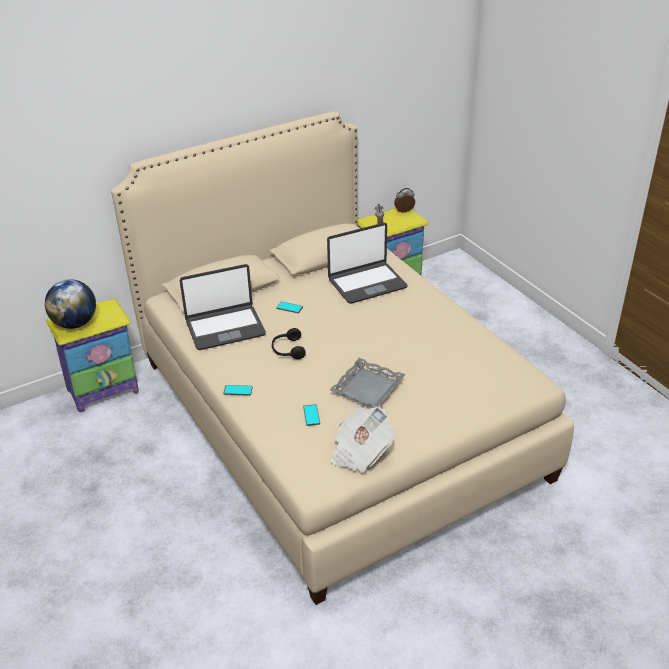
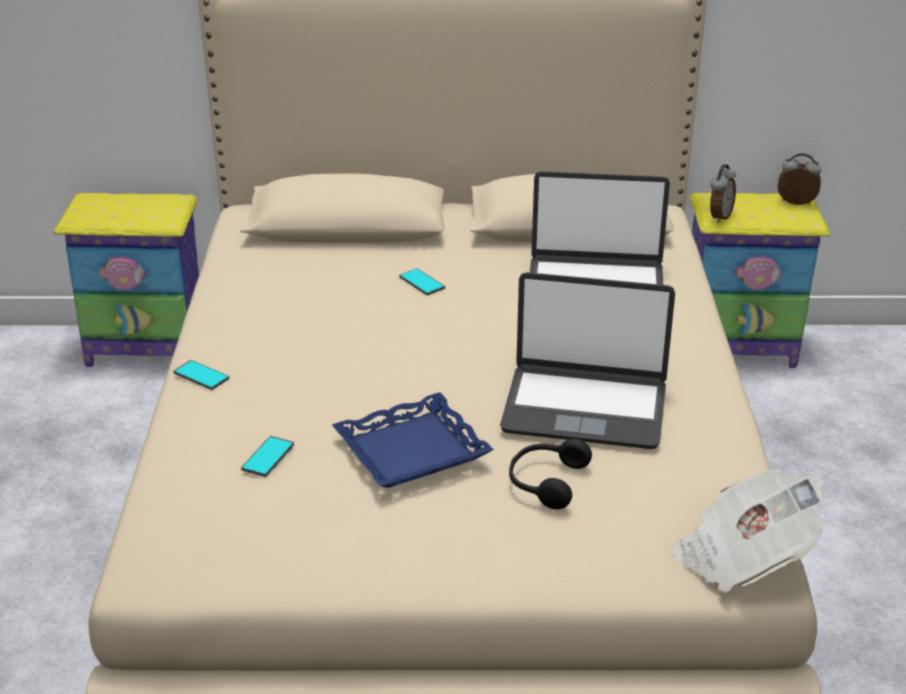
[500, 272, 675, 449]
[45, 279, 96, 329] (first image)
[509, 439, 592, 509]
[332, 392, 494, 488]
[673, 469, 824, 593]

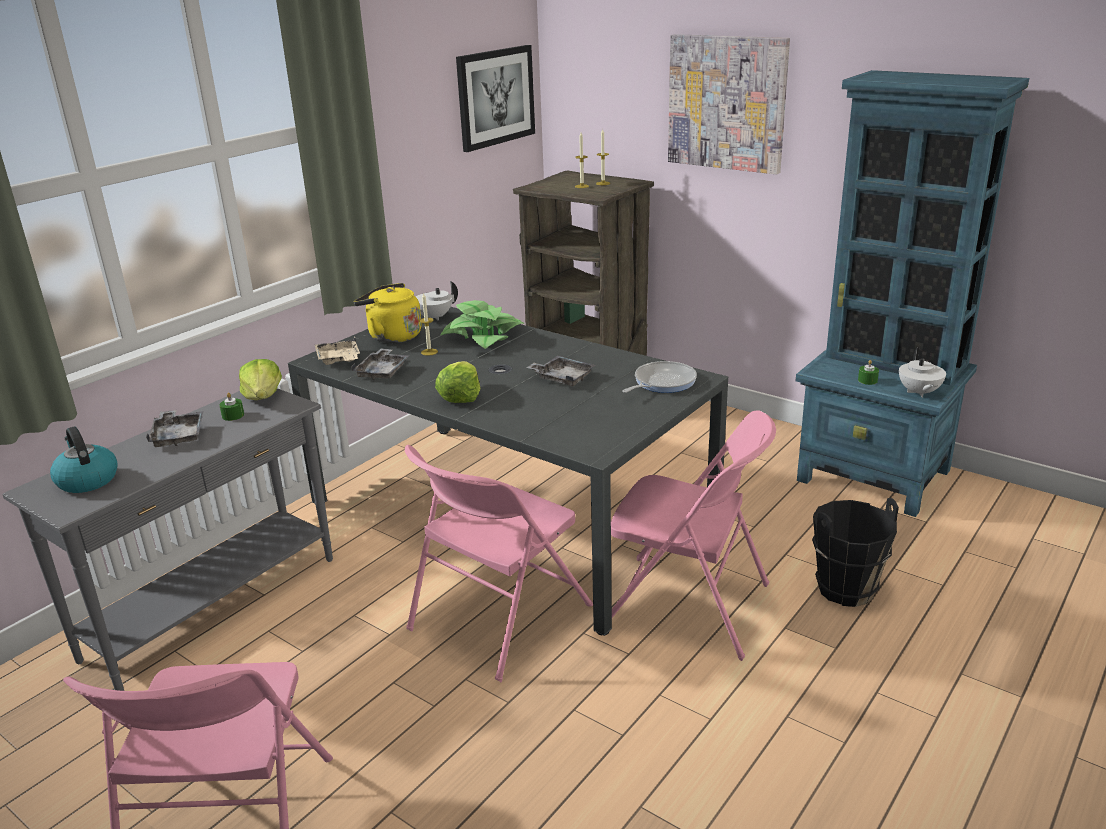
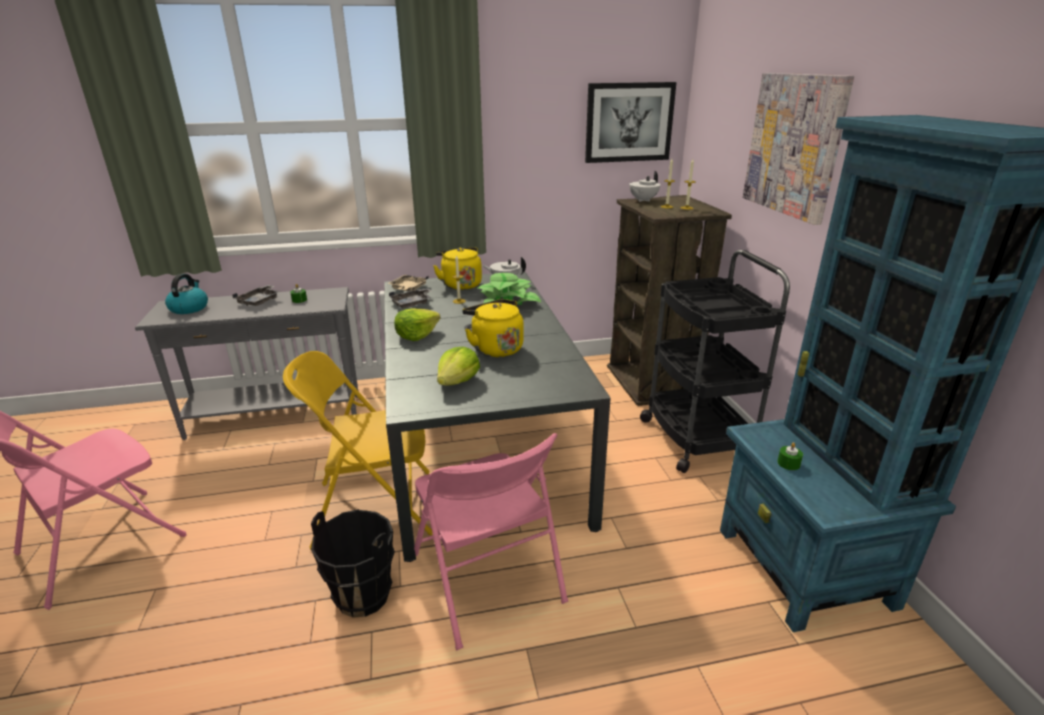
[629, 171, 660, 202]
[462, 299, 524, 357]
[437, 347, 480, 386]
[622, 361, 697, 393] (first image)
[283, 351, 433, 550]
[311, 509, 395, 617]
[640, 250, 790, 473]

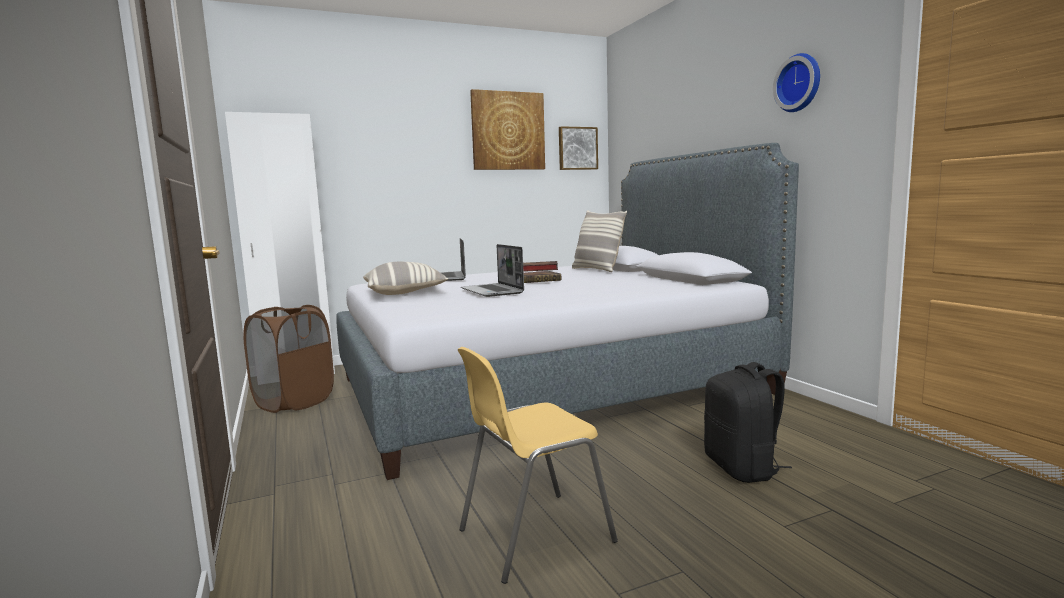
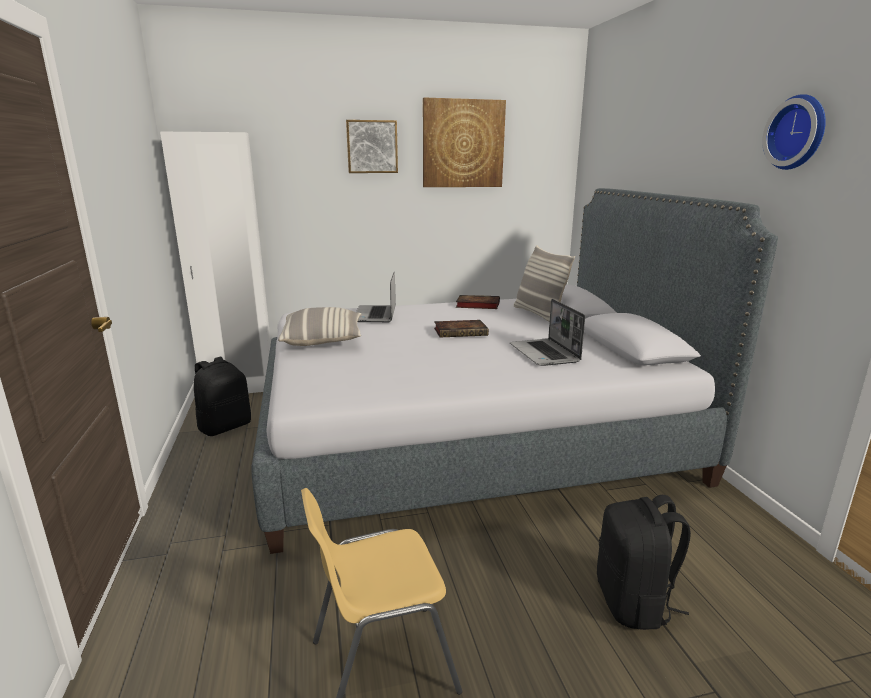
[346, 120, 398, 173]
[510, 299, 585, 366]
[194, 357, 251, 436]

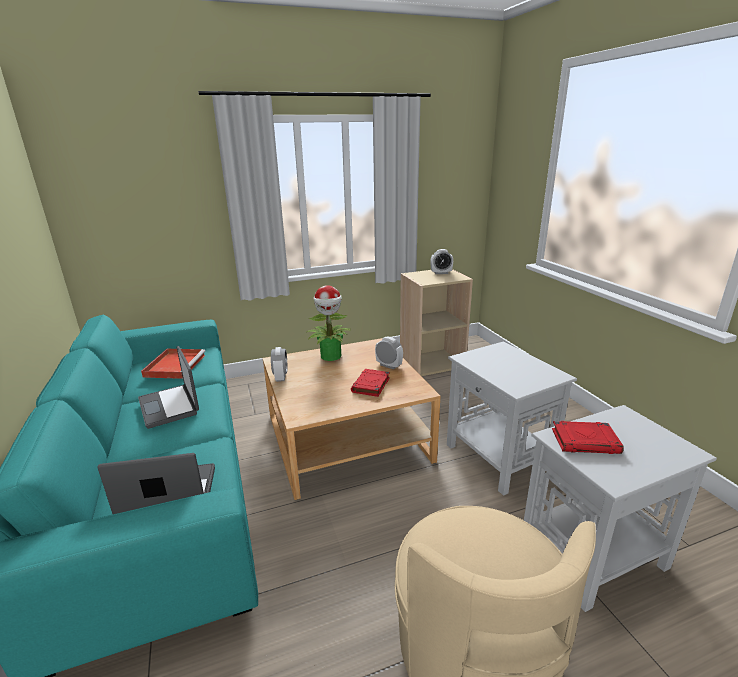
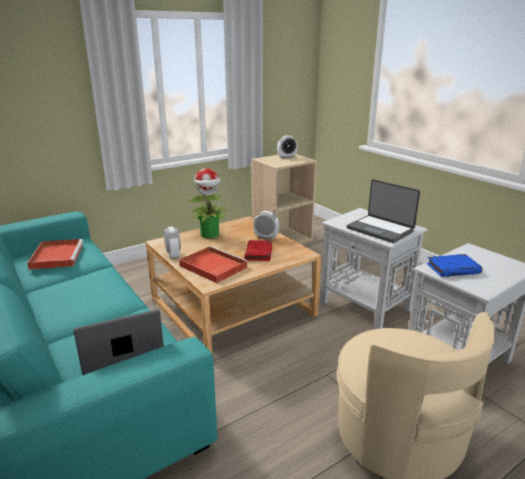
[347, 179, 420, 243]
[427, 254, 482, 277]
[179, 246, 248, 283]

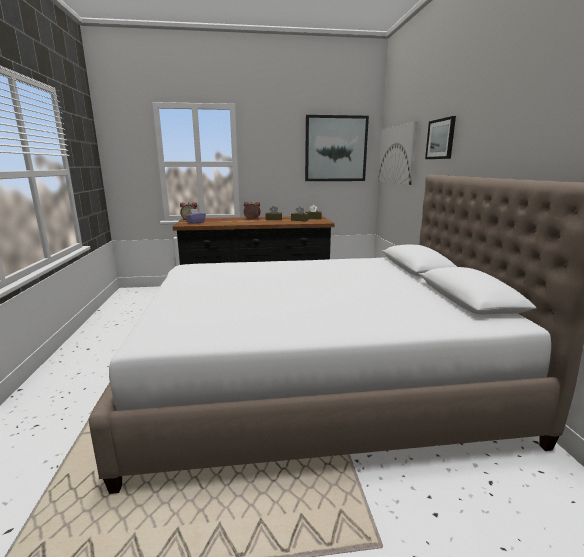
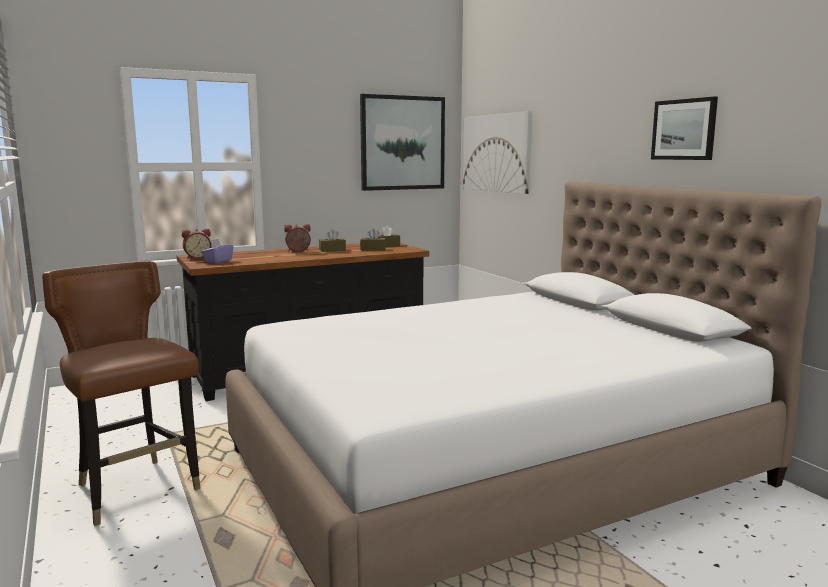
[651, 97, 718, 160]
[42, 261, 201, 526]

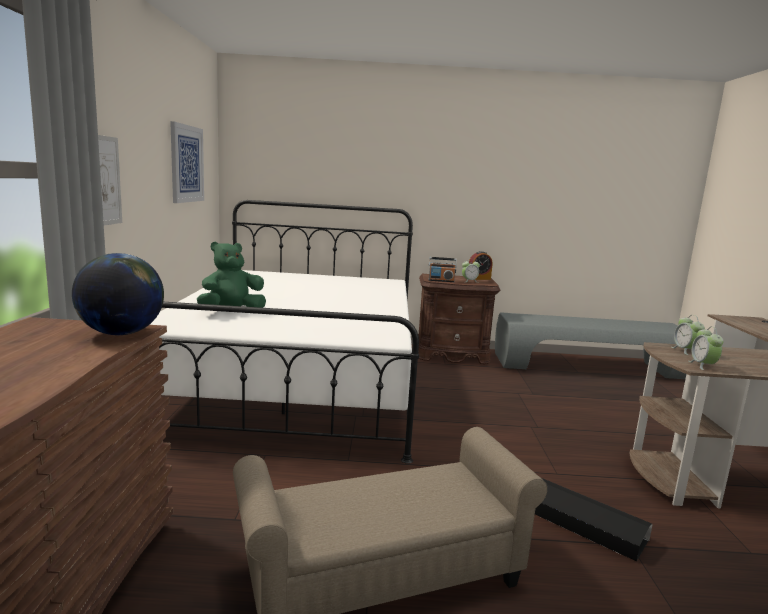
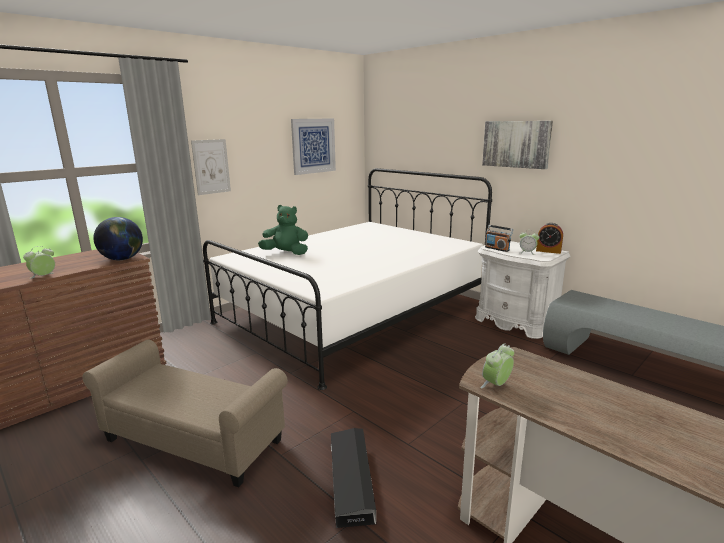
[475, 241, 571, 339]
[23, 246, 55, 279]
[482, 121, 553, 169]

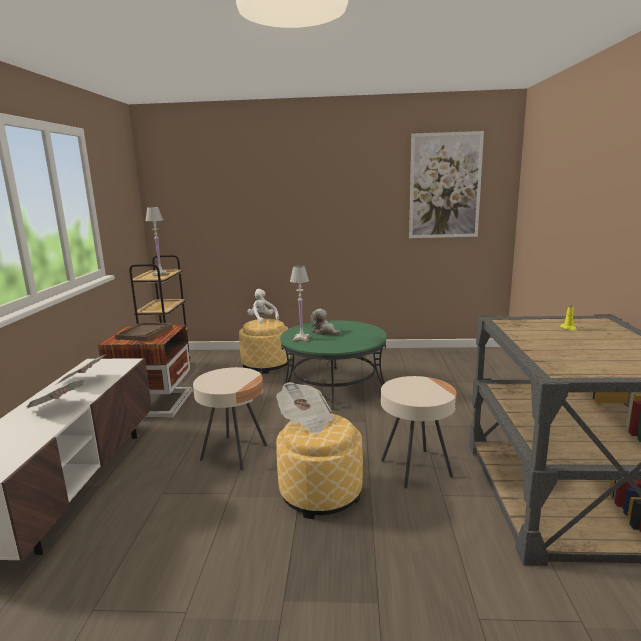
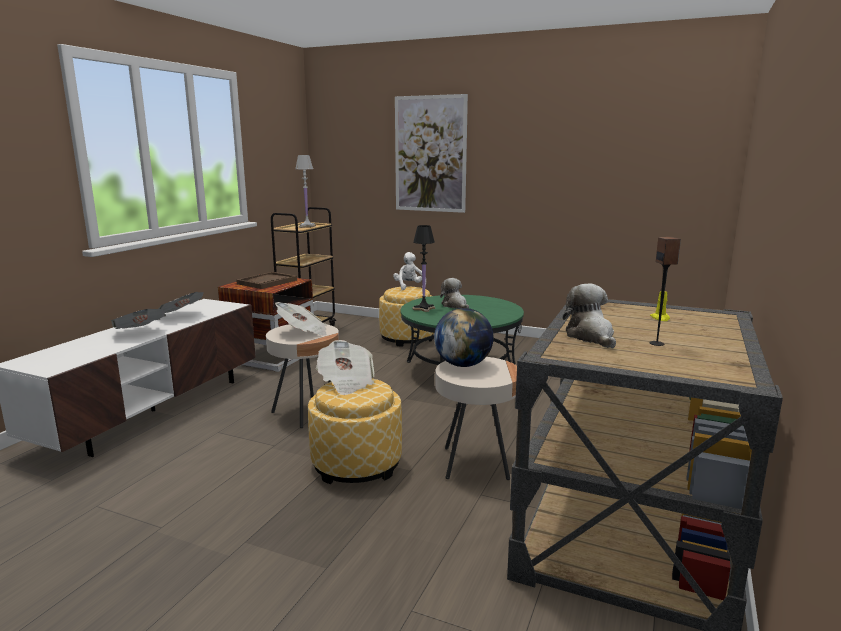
[395, 94, 468, 213]
[413, 225, 435, 312]
[650, 237, 681, 346]
[563, 284, 616, 349]
[275, 302, 327, 336]
[434, 308, 494, 367]

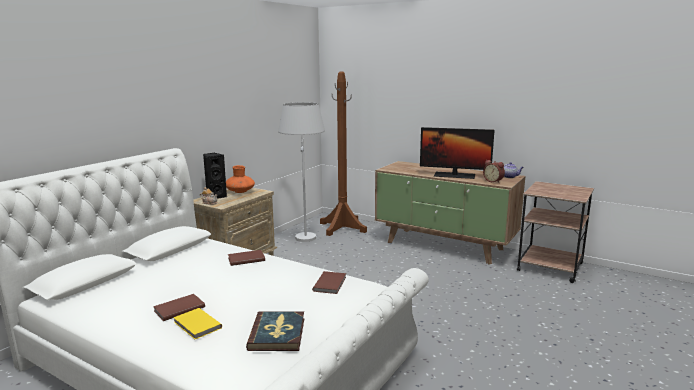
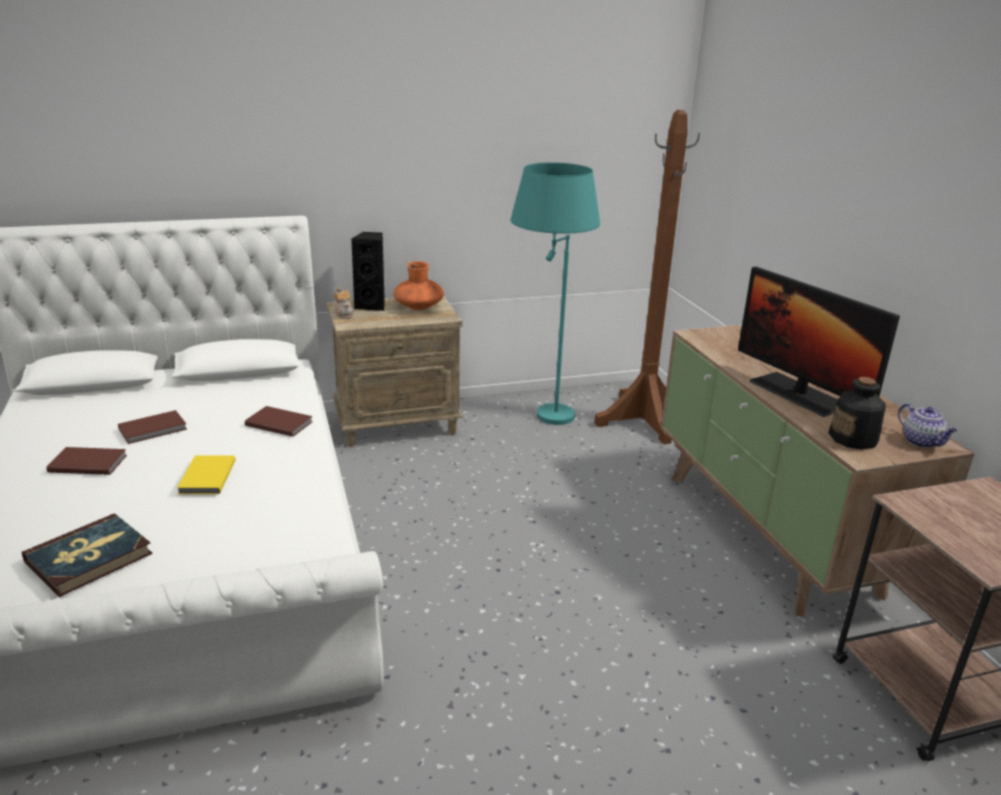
[511, 163, 600, 425]
[828, 377, 886, 450]
[118, 410, 187, 444]
[177, 455, 236, 494]

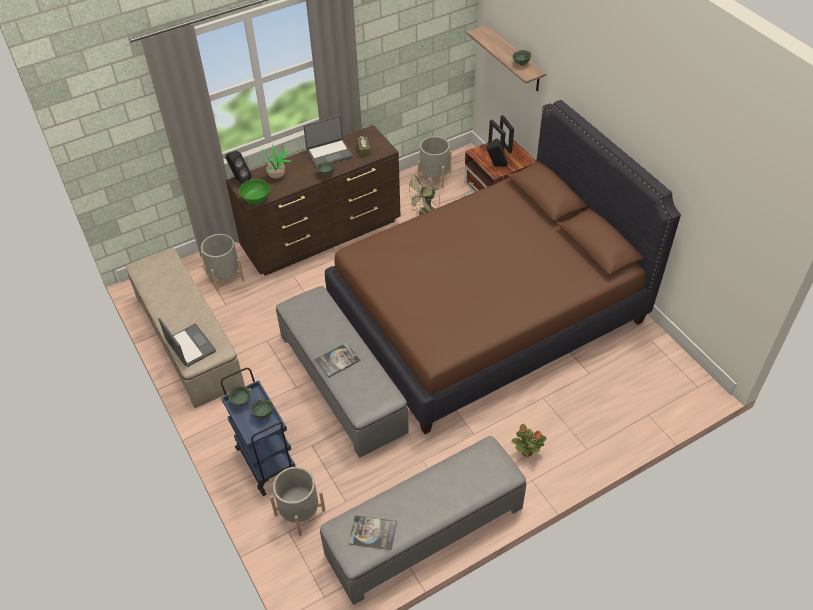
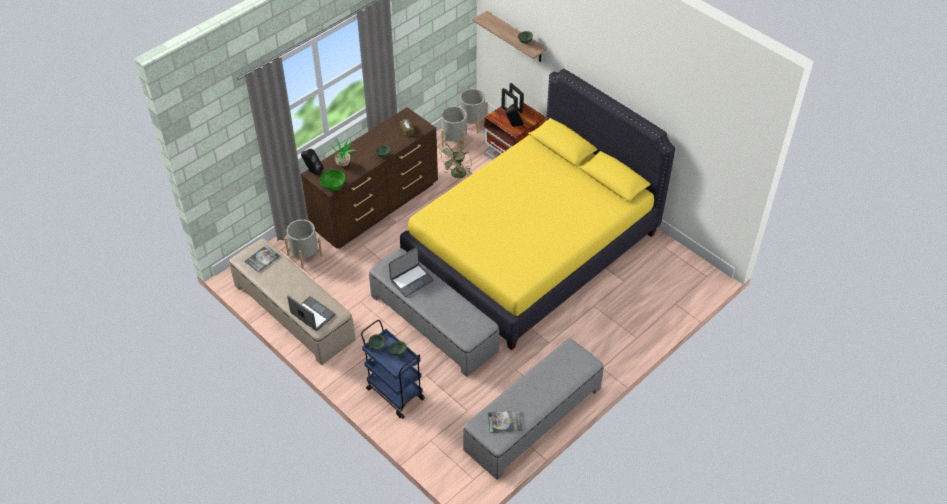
[400, 69, 676, 350]
[389, 247, 434, 297]
[245, 245, 280, 272]
[511, 424, 547, 457] (first image)
[460, 89, 488, 133]

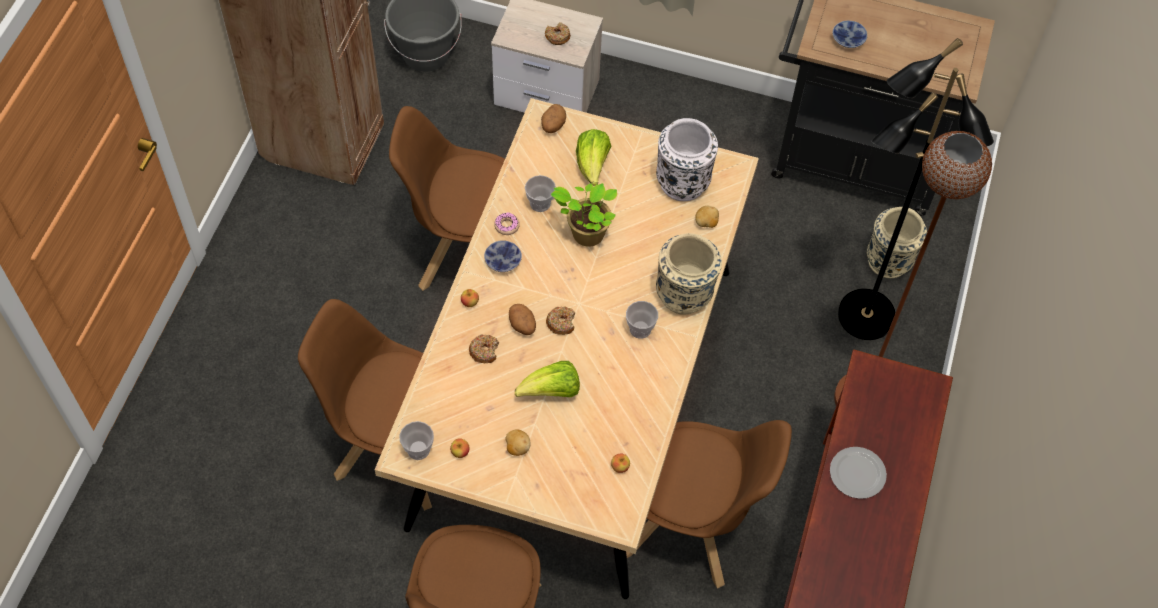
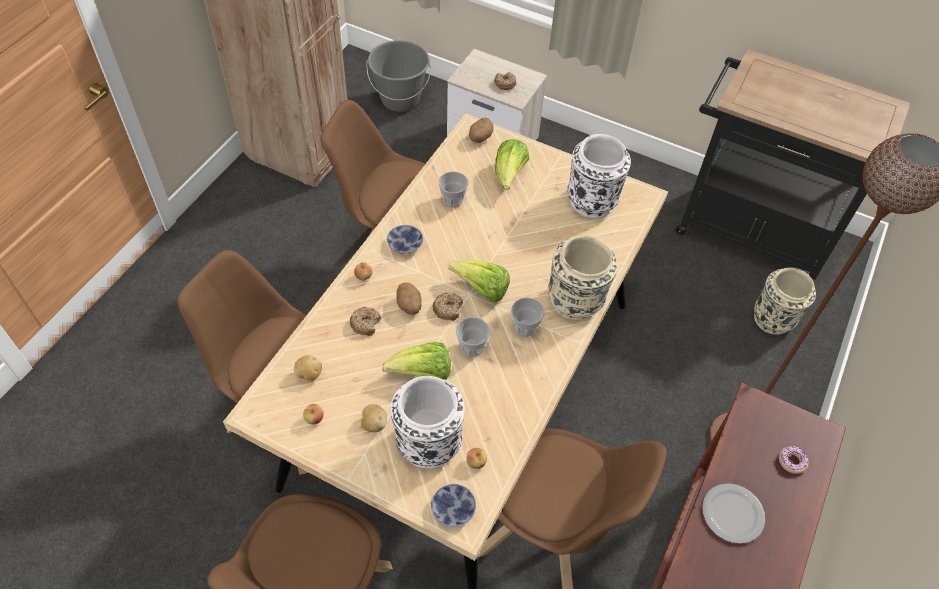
[431, 484, 476, 527]
[838, 38, 994, 340] (first image)
[551, 183, 617, 247] (first image)
[294, 355, 322, 381]
[779, 446, 809, 474]
[456, 317, 490, 357]
[448, 260, 510, 303]
[391, 376, 465, 469]

